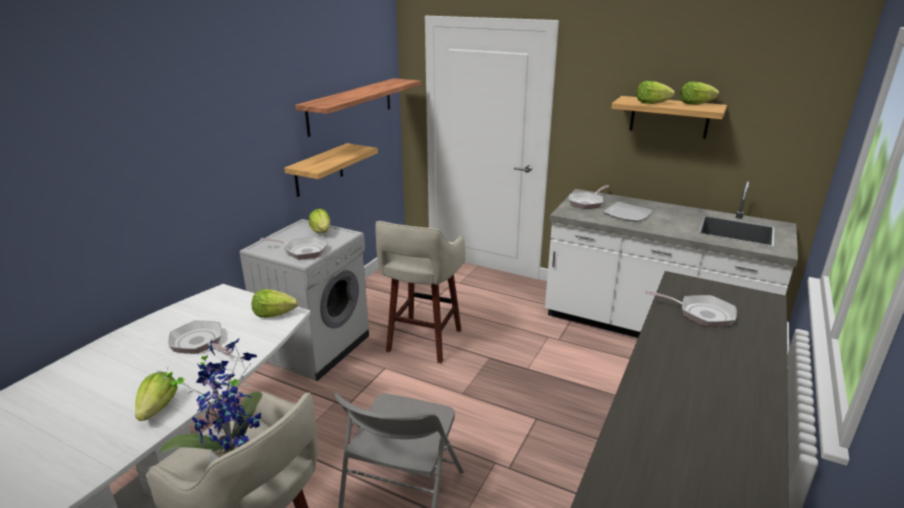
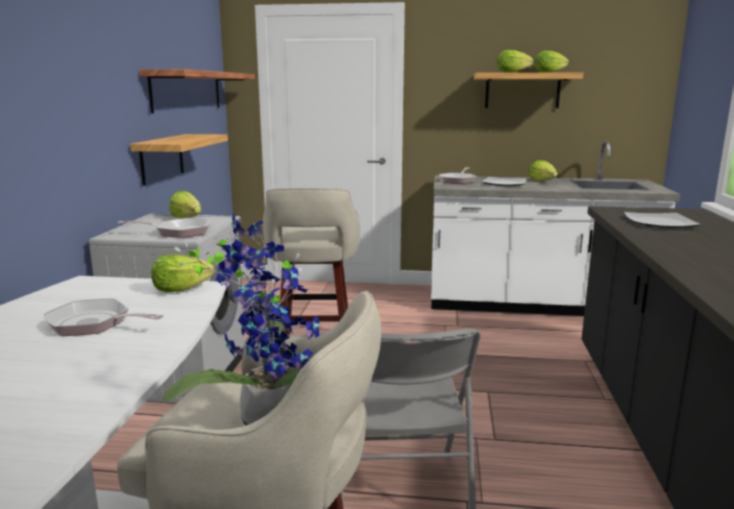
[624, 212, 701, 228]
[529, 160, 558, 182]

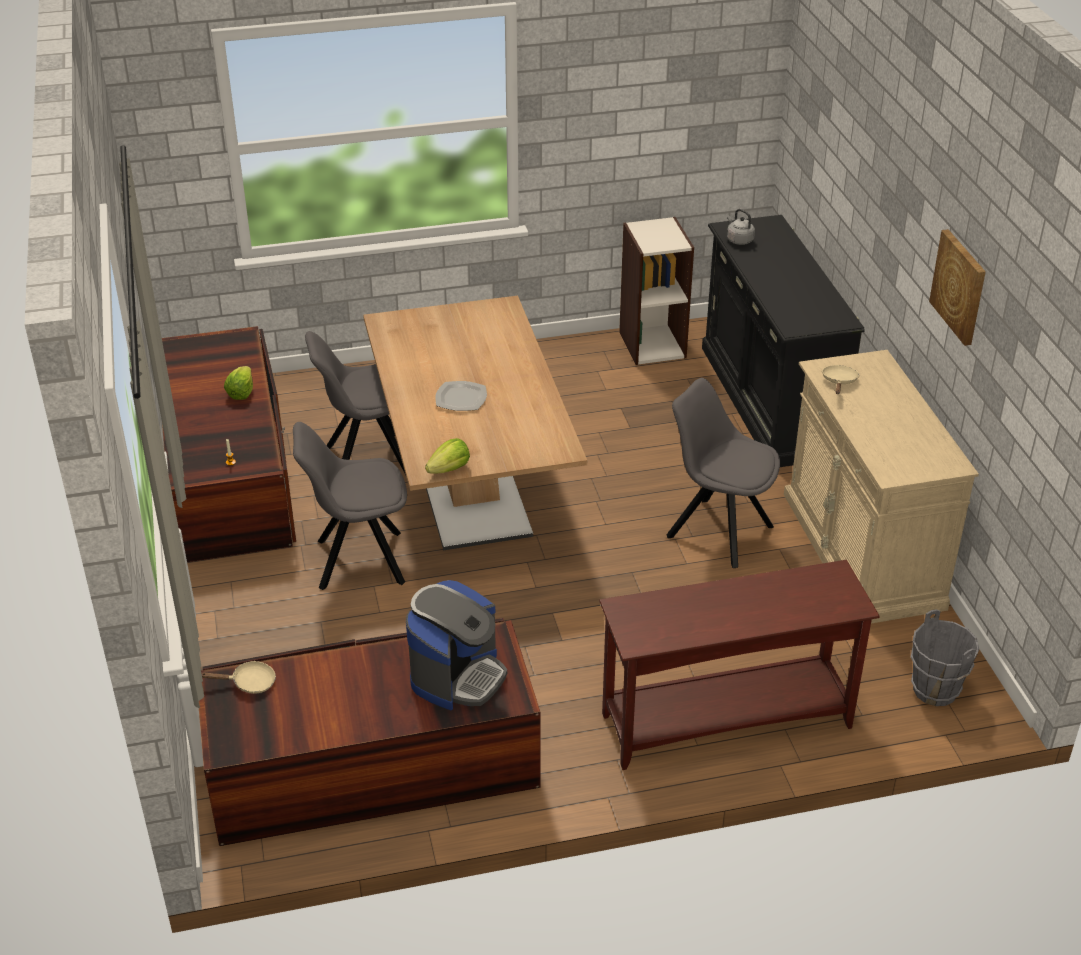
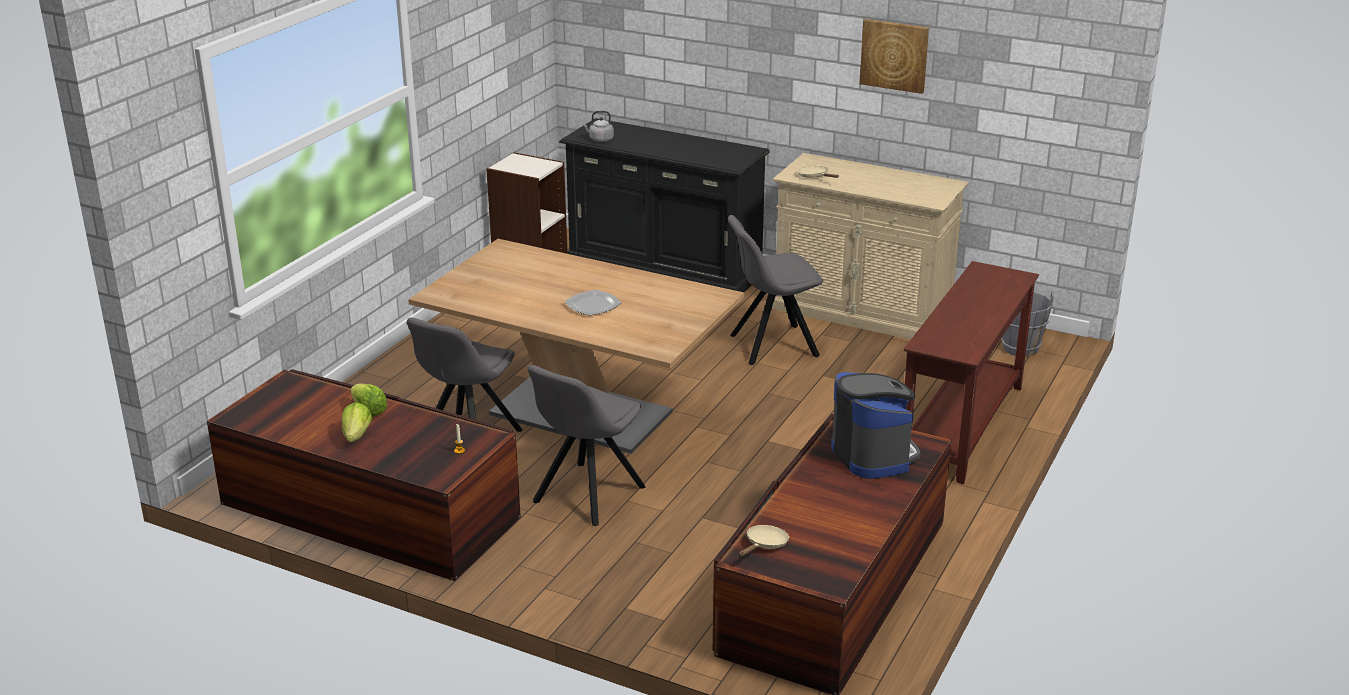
[342, 402, 372, 442]

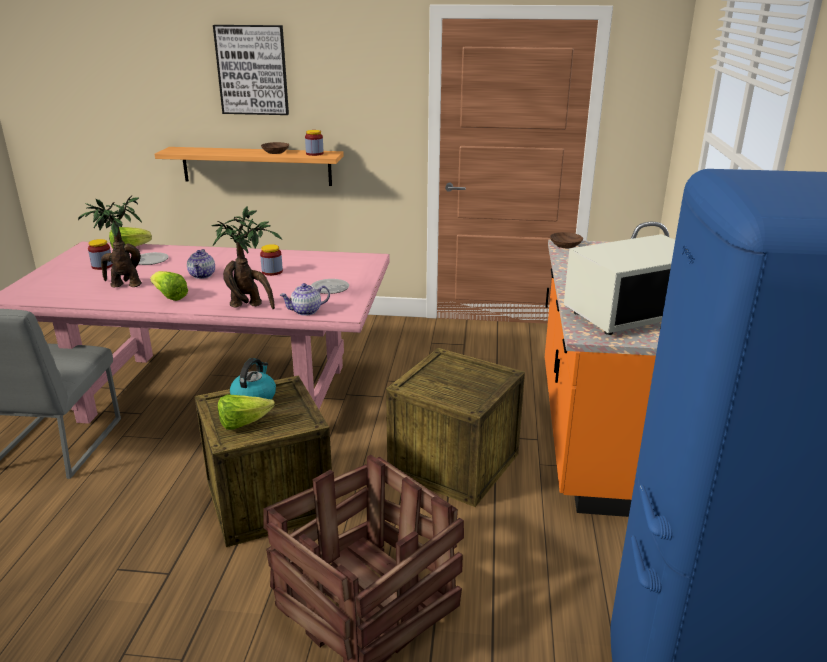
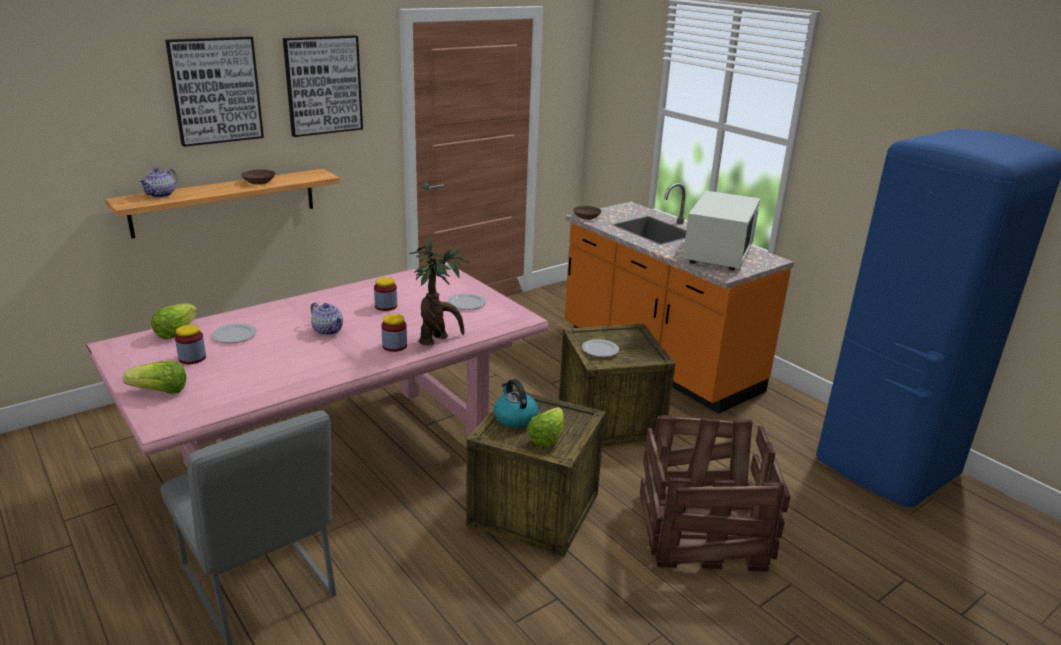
[381, 314, 407, 352]
[78, 195, 142, 287] (first image)
[122, 361, 187, 394]
[139, 168, 177, 198]
[283, 35, 363, 137]
[582, 339, 619, 357]

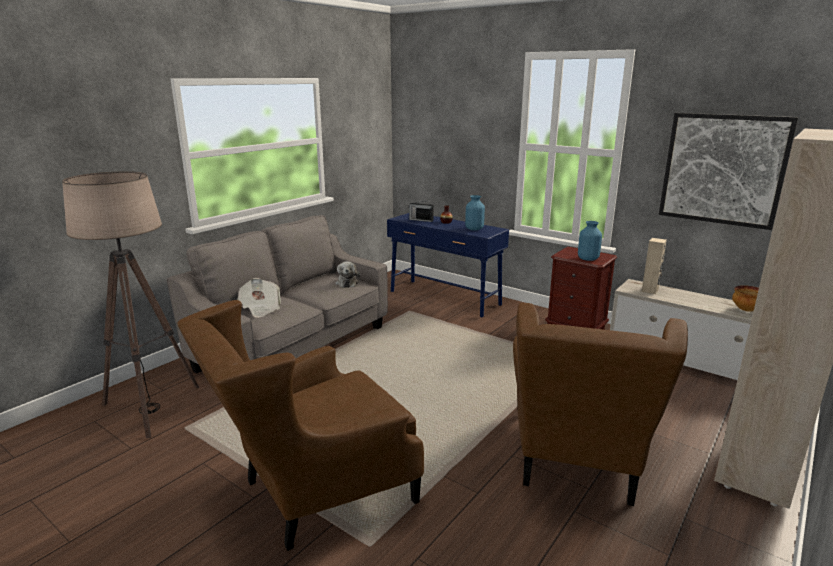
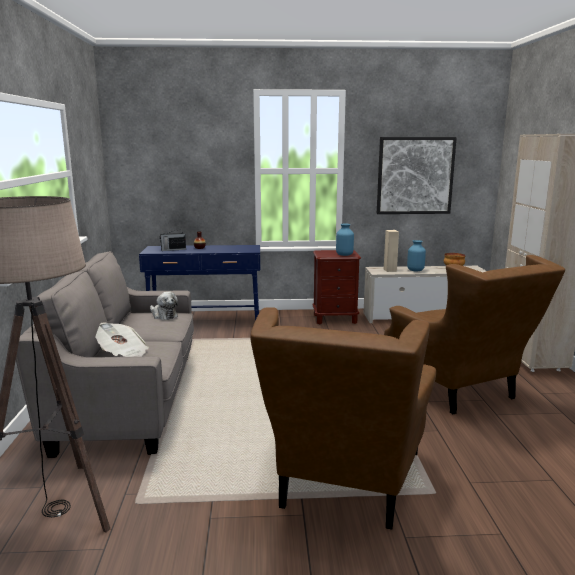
[407, 240, 426, 272]

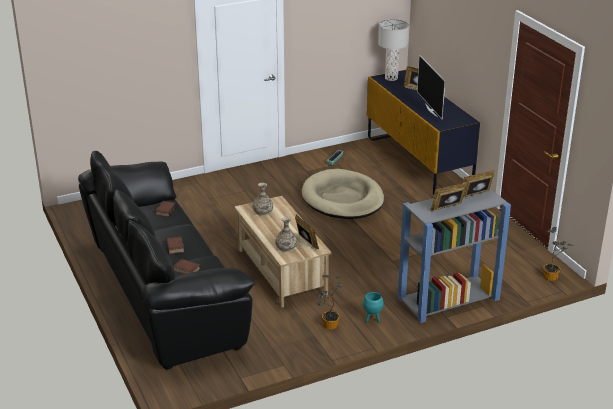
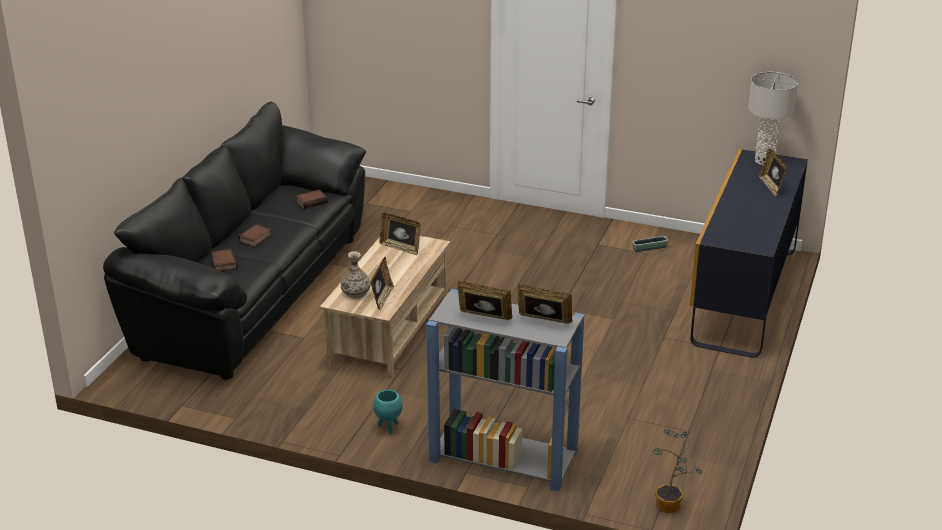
[417, 55, 445, 120] (first image)
[302, 169, 384, 219] (first image)
[379, 213, 420, 256]
[316, 275, 341, 330] (first image)

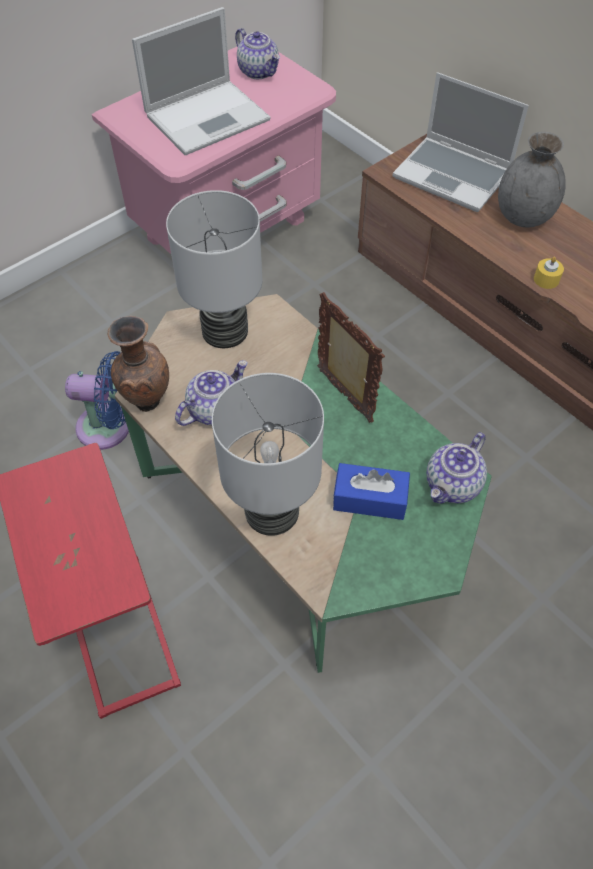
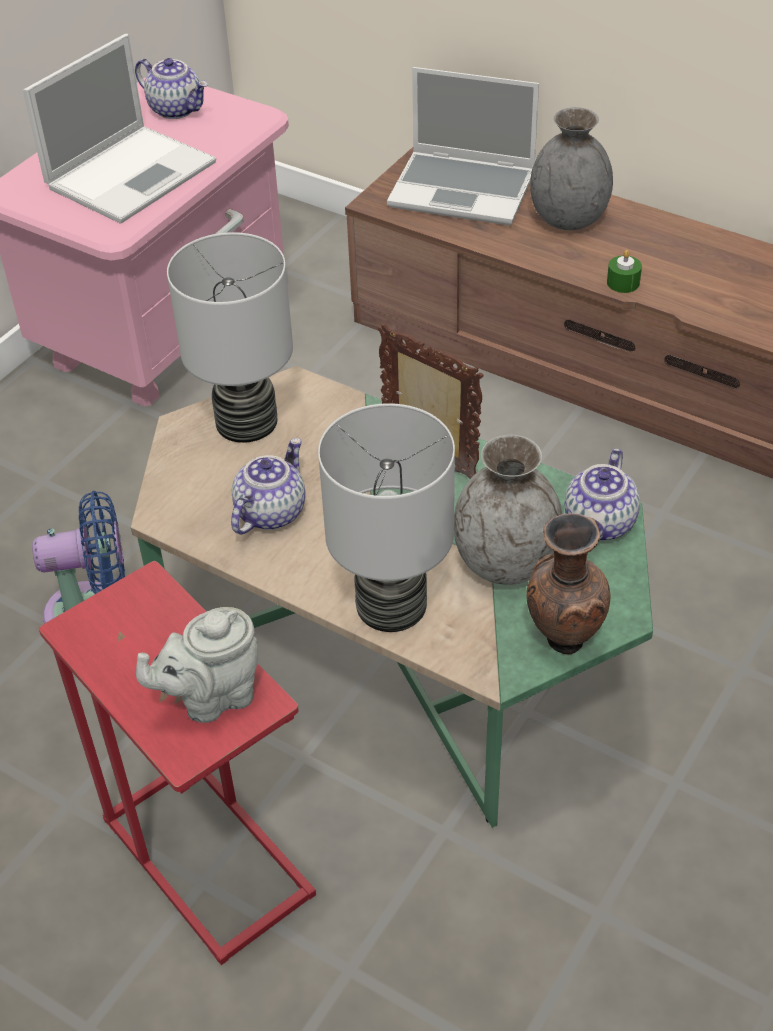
[607, 250, 642, 293]
[526, 513, 611, 655]
[454, 435, 562, 585]
[136, 607, 258, 723]

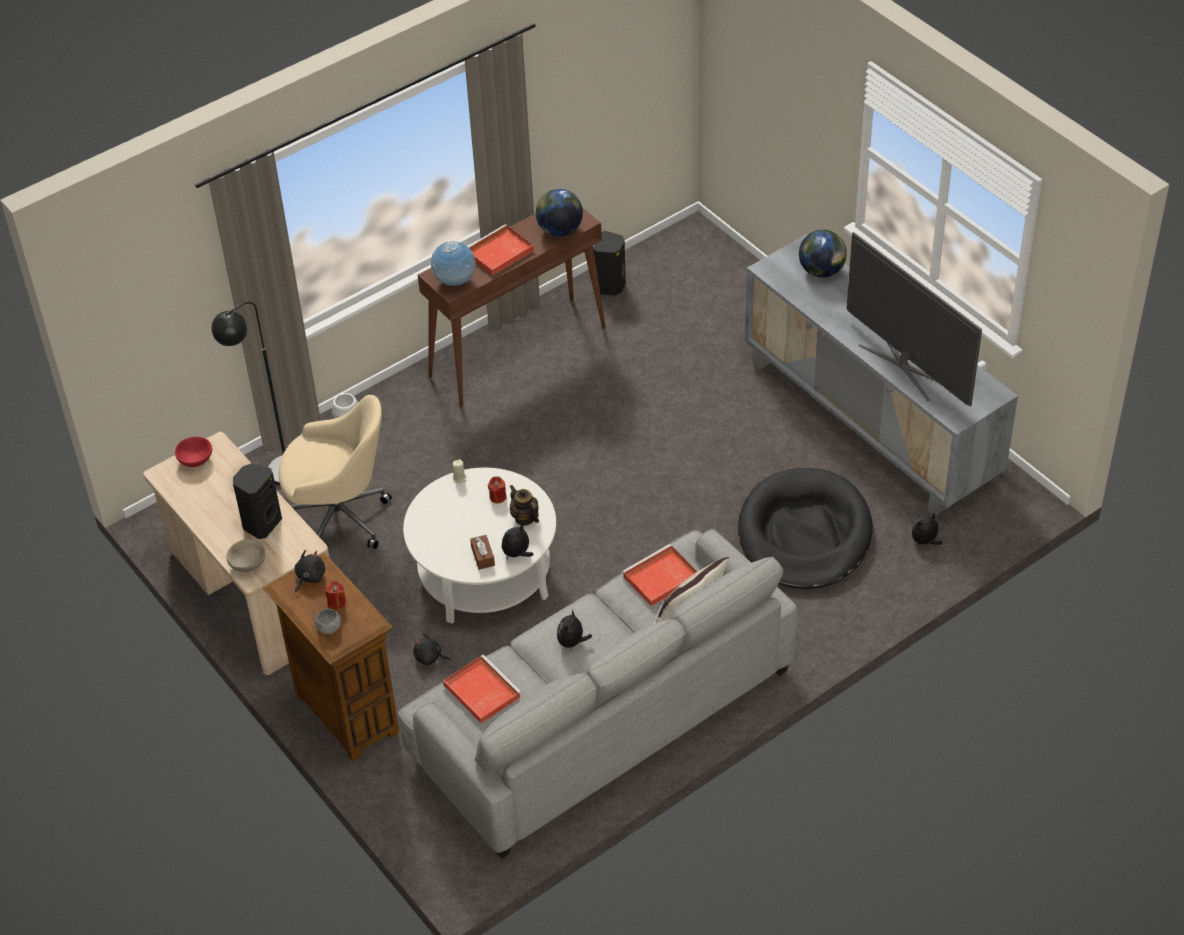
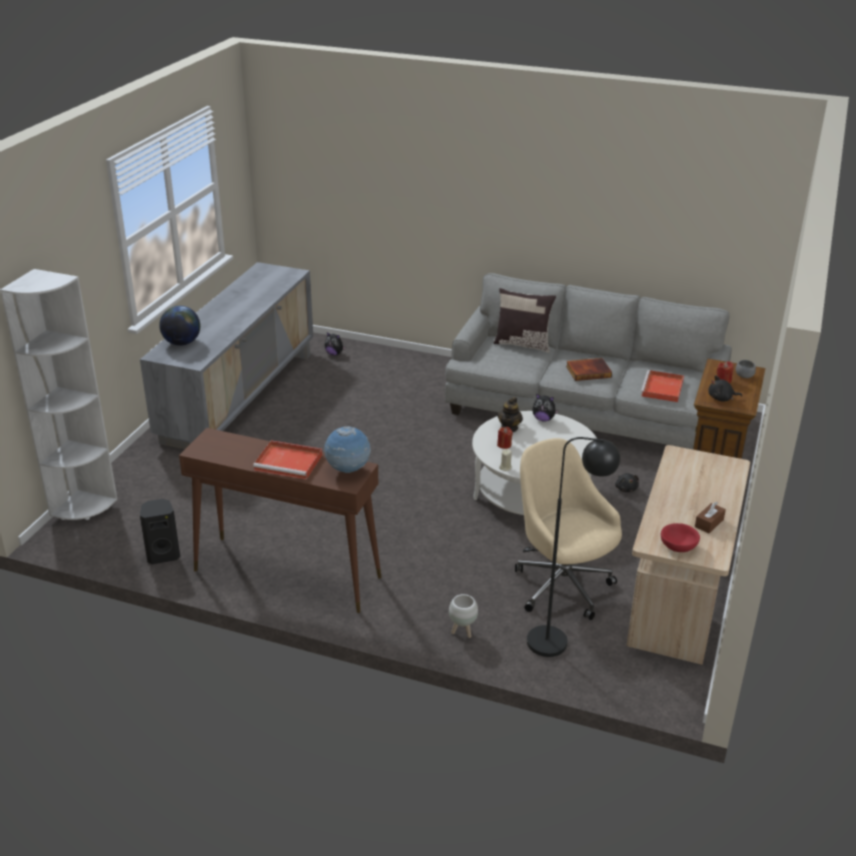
[536, 189, 583, 236] (first image)
[846, 232, 982, 406] (first image)
[233, 463, 282, 539] (first image)
[738, 468, 873, 589] (first image)
[695, 502, 726, 533]
[226, 539, 266, 572] (first image)
[622, 544, 697, 606] (first image)
[566, 358, 612, 381]
[0, 269, 118, 520]

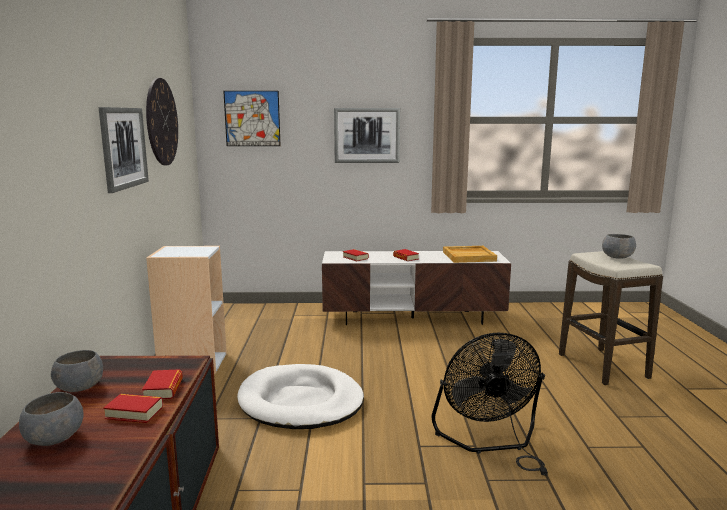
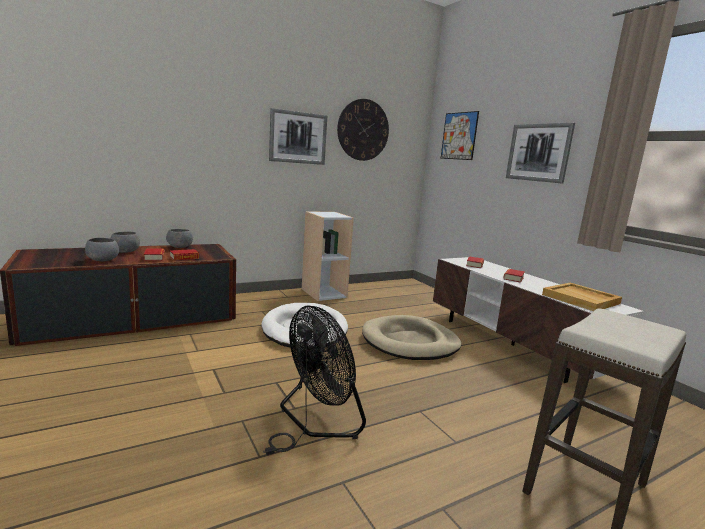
[85, 238, 119, 261]
[362, 315, 461, 360]

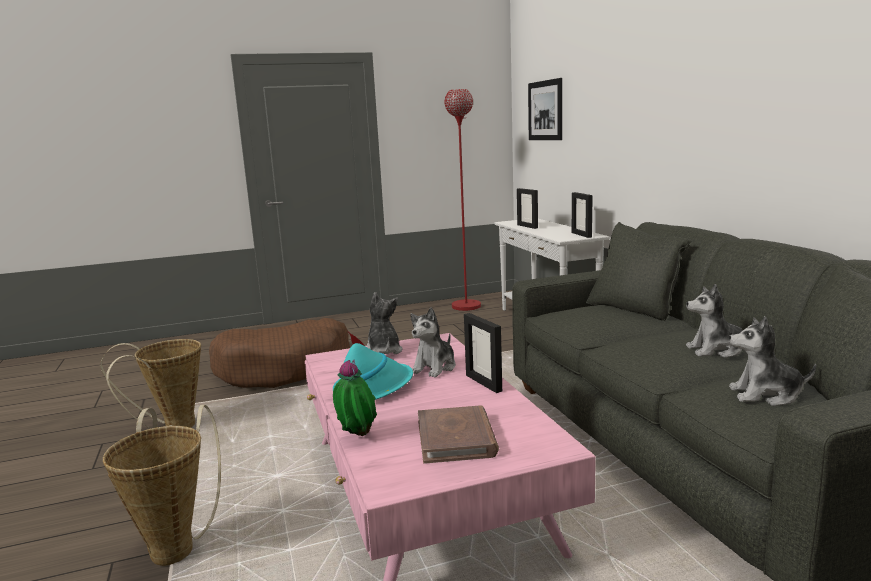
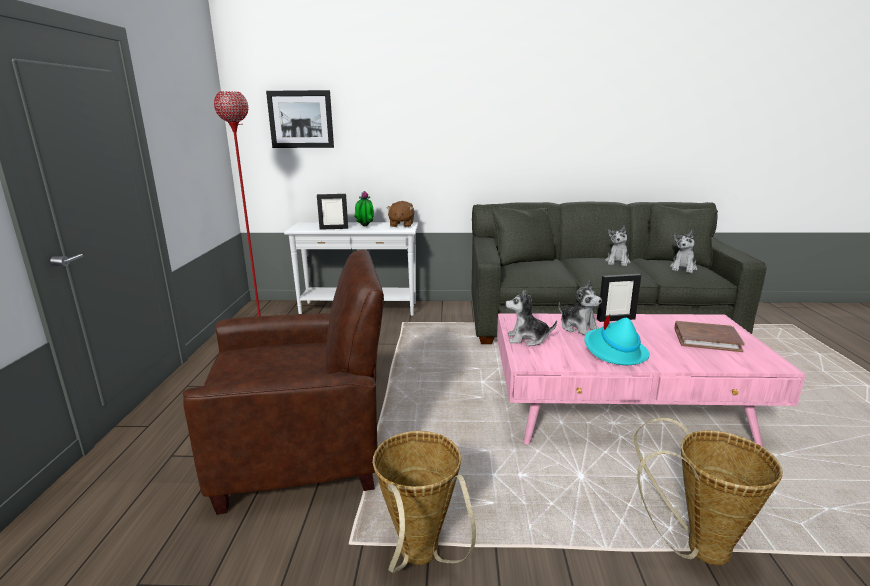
[386, 201, 414, 227]
[183, 249, 384, 515]
[354, 191, 374, 226]

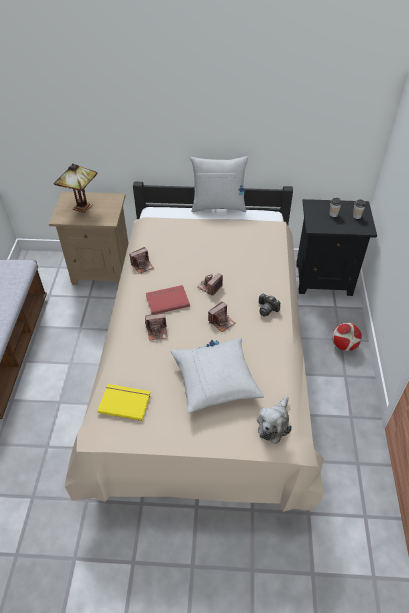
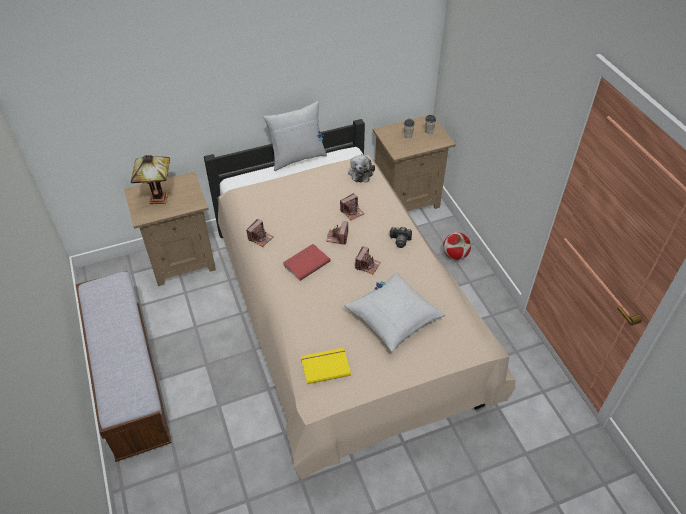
[373, 114, 456, 211]
[340, 193, 364, 220]
[348, 153, 375, 182]

